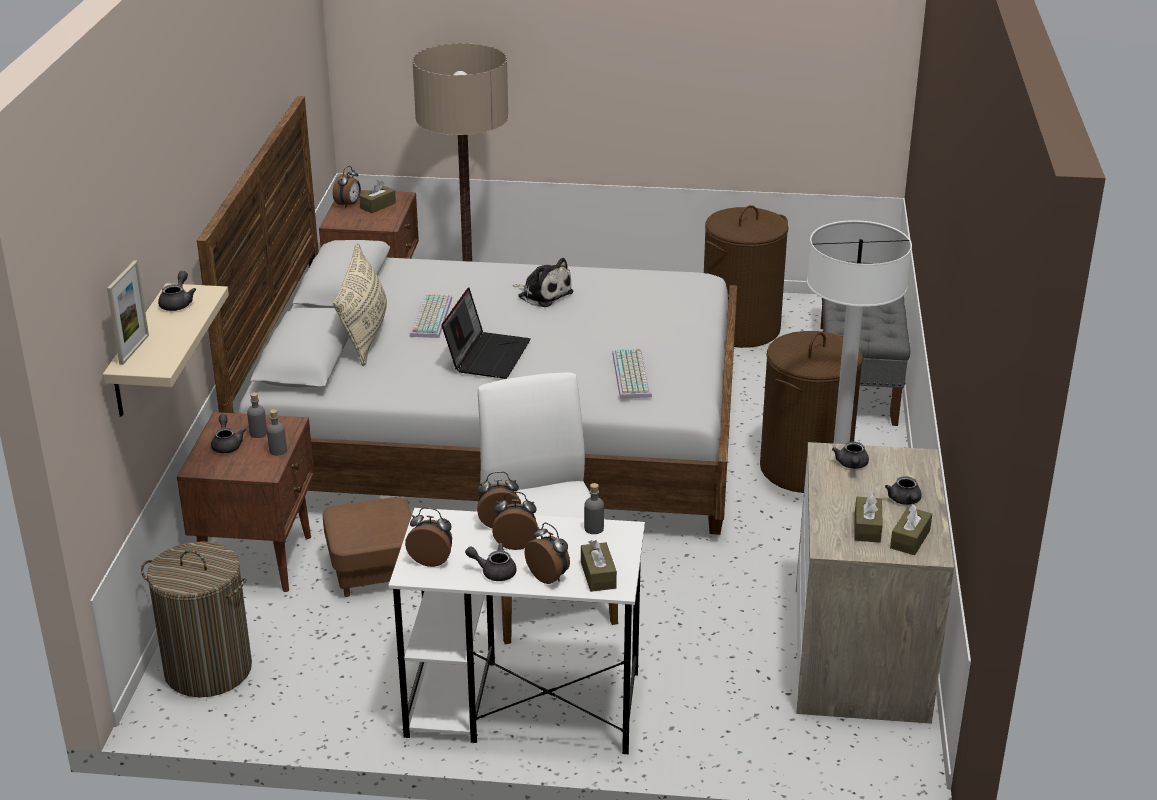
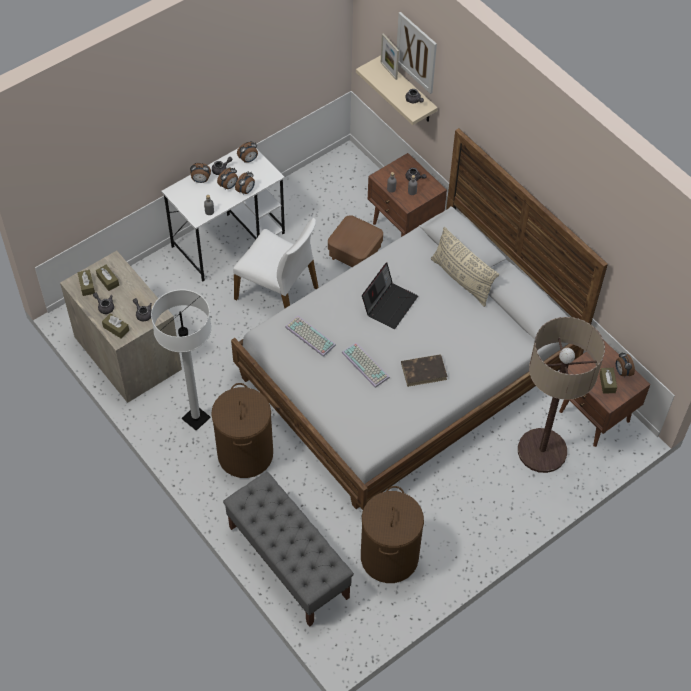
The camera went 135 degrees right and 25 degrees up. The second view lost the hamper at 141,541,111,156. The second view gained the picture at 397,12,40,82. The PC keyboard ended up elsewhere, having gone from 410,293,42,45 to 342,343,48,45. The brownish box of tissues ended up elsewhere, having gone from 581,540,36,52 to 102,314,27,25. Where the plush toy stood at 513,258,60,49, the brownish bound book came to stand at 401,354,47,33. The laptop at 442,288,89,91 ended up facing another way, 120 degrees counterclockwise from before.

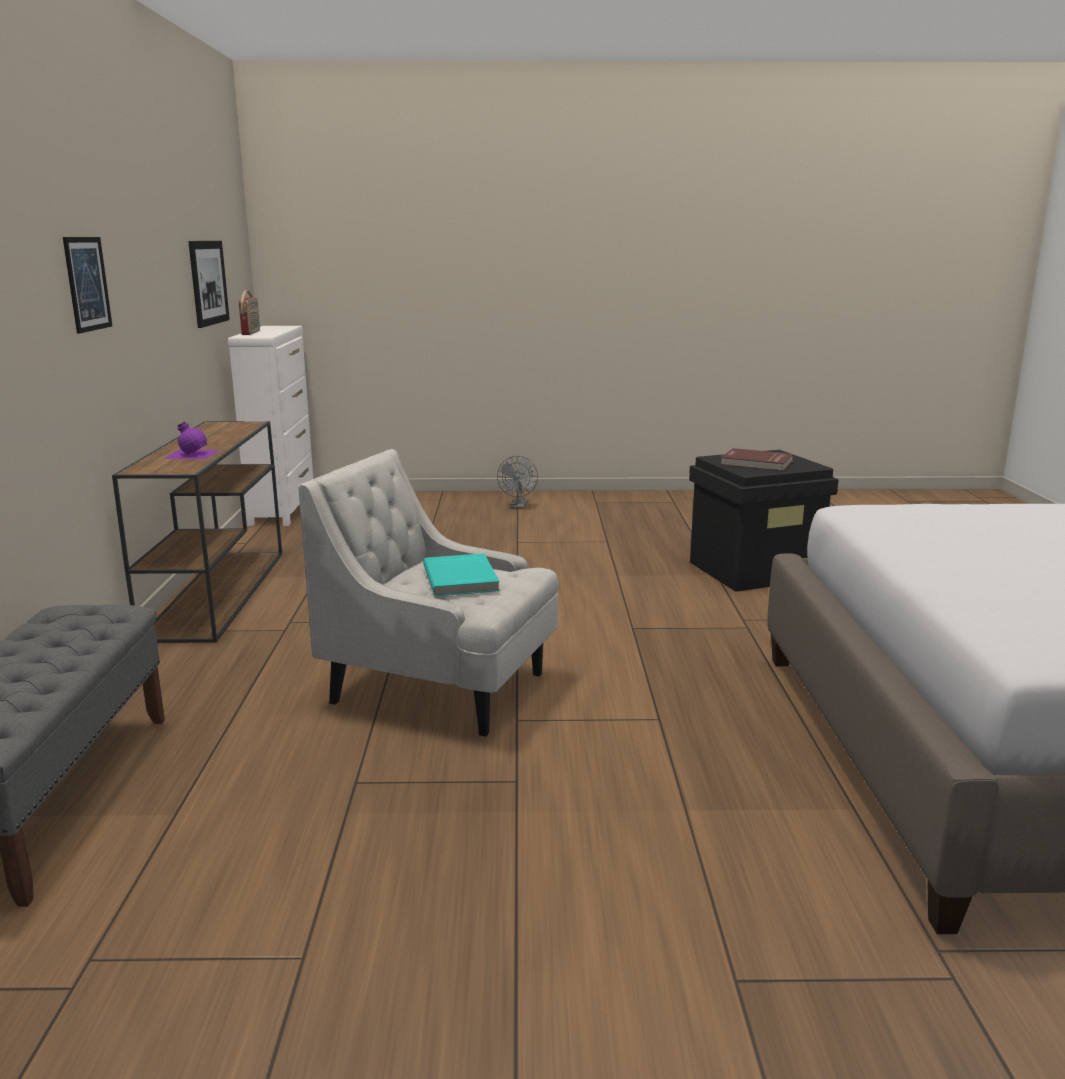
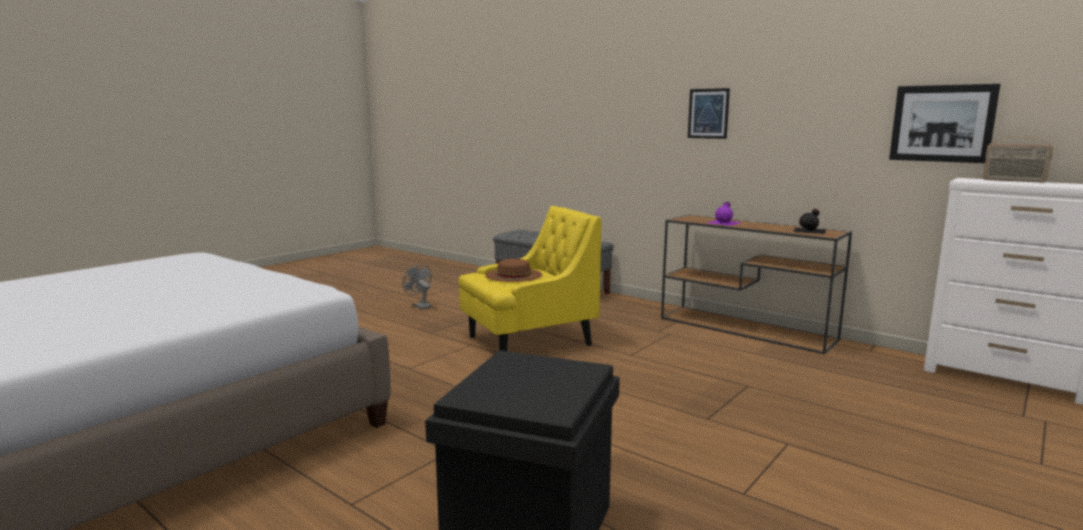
The camera went 130 degrees right and 5 degrees down. The second view lost the red-coloured bound book at 721,448,73,23. The second view gained the blackish beverage bottle at 794,209,32,25. The grey fan ended up elsewhere, having gone from 497,456,41,53 to 402,264,30,46. Where the blue-green bound book stood at 423,553,77,43, the brownish wearable hat came to stand at 485,259,57,23. What was the white easy chair at 298,449,261,288 turned into the yellowish easy chair at 459,206,143,145.

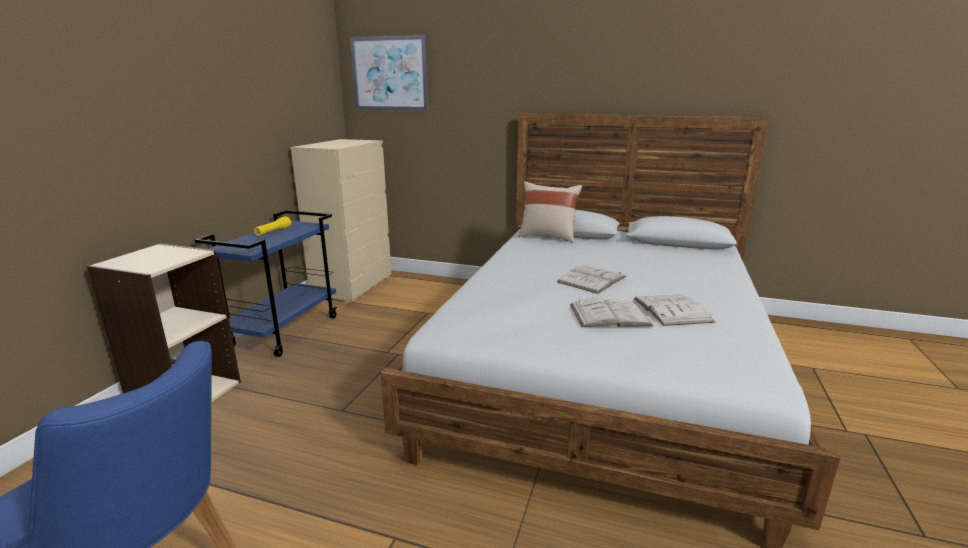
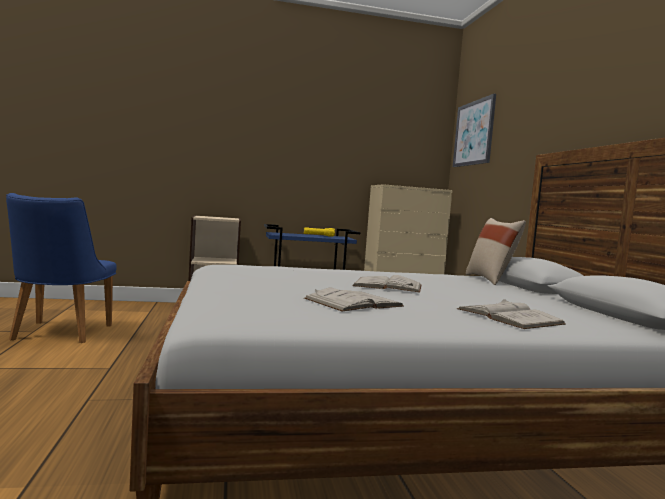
The camera went 60 degrees right and 15 degrees down. The white bound book ended up elsewhere, having gone from 570,297,83,30 to 457,299,109,30.

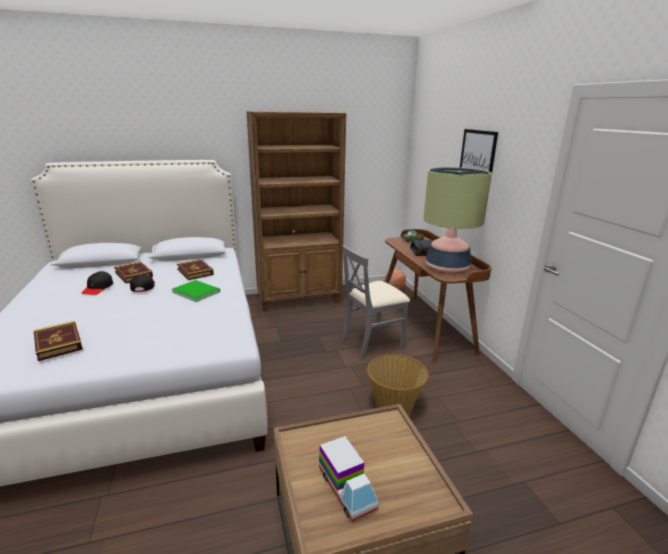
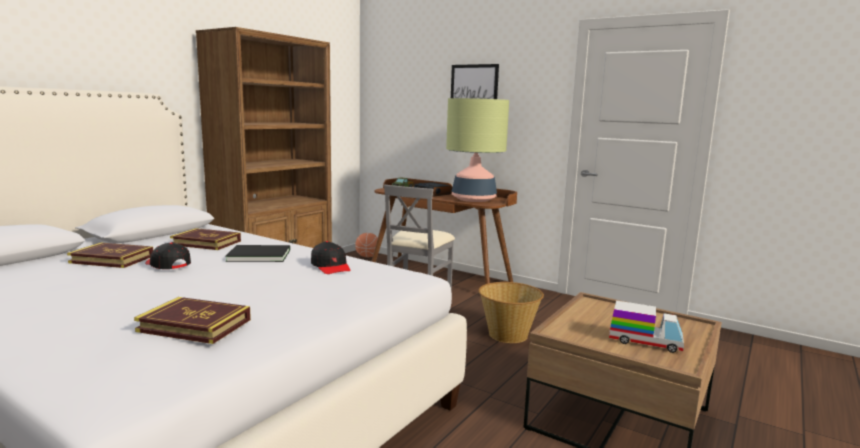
The camera went 40 degrees left and 10 degrees down. The blackish cap ended up elsewhere, having gone from 81,271,32,24 to 311,241,40,33. What was the greenish bound book at 172,280,48,22 turned into the blackish bound book at 225,245,65,17.

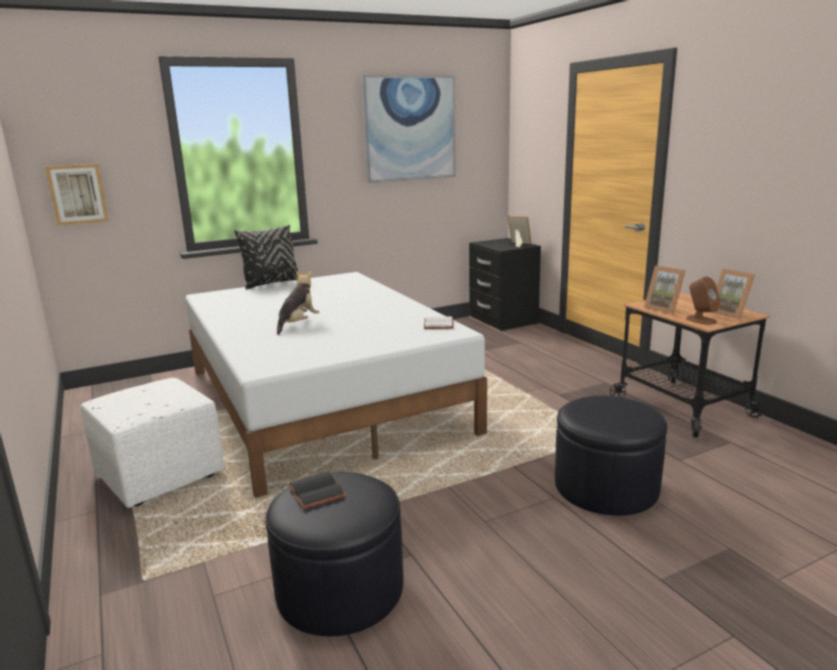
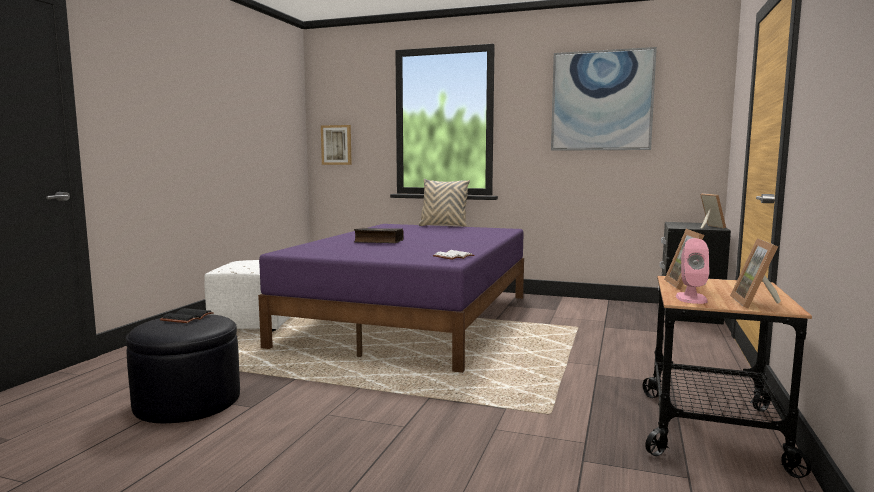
The camera went 45 degrees right and 10 degrees down. The second view lost the blackish ottoman at 555,395,112,121. Where the plush toy stood at 277,271,42,64, the bound book came to stand at 354,228,50,15. What was the white bed at 185,272,302,226 turned into the purple-coloured bed at 258,224,266,149. What was the blackish cushion at 234,225,64,64 turned into the beige cushion at 419,179,51,48. What was the brownish speaker at 686,277,34,48 turned into the pink speaker at 676,238,34,66.

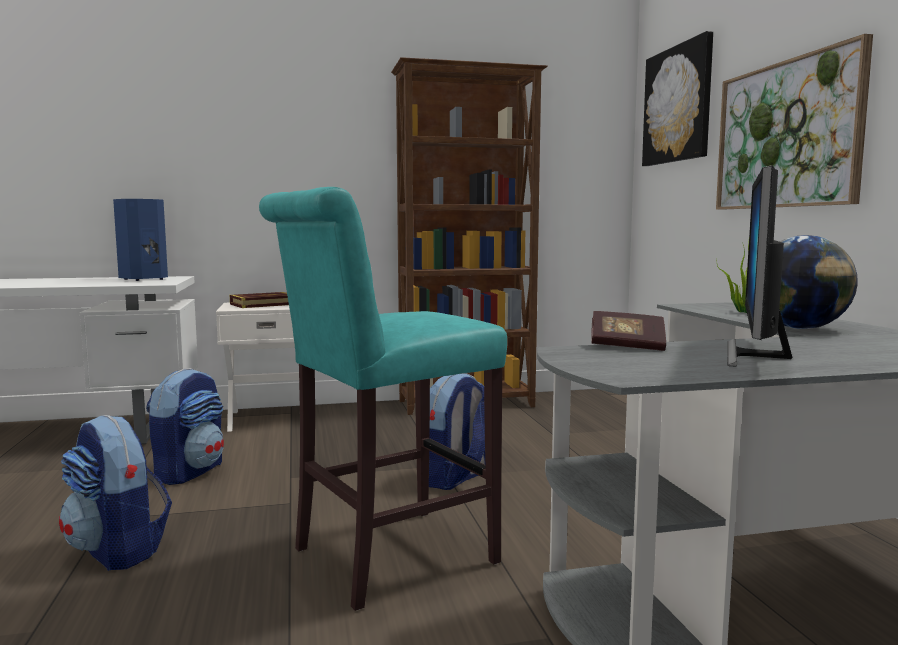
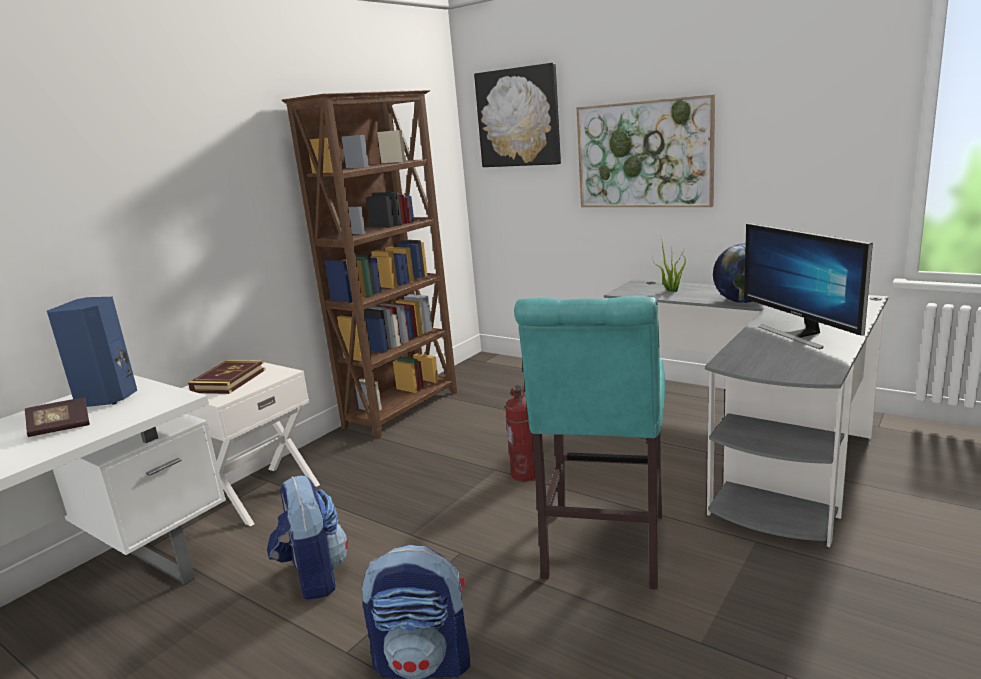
The camera went 40 degrees left and 10 degrees up. The bound book ended up elsewhere, having gone from 591,311,75,40 to 25,398,65,39. Where the knapsack stood at 429,373,56,117, the fire extinguisher came to stand at 505,385,30,97.

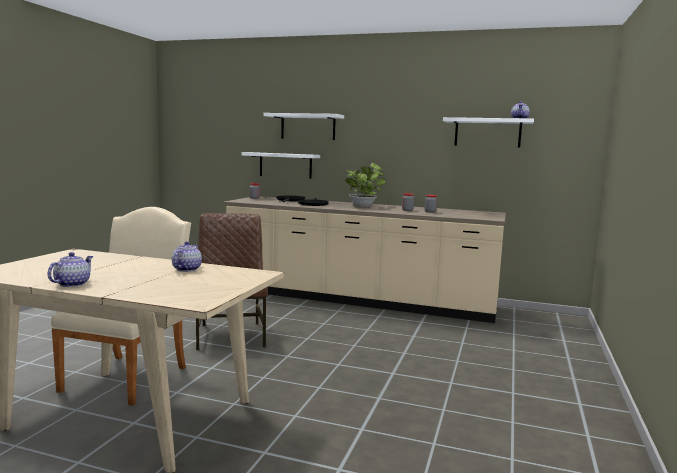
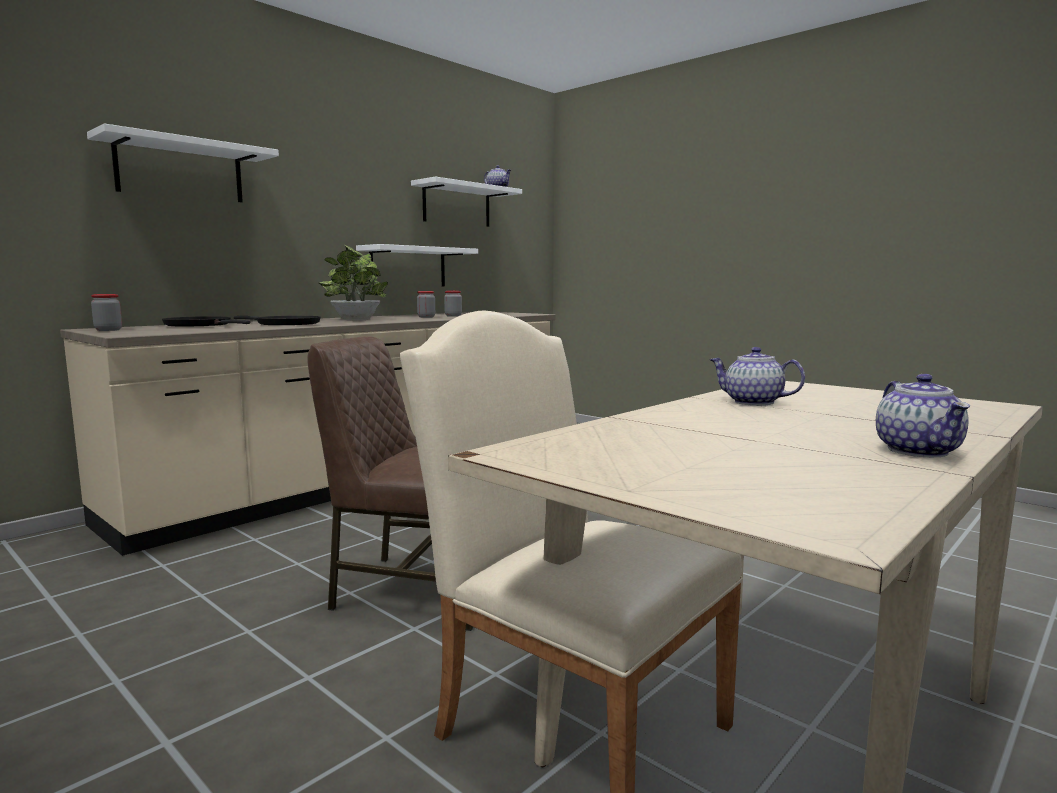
The camera went 65 degrees left and 0 degrees up. The white wall shelf ended up elsewhere, having gone from 242,152,78,27 to 356,244,122,43. The tea pot at 48,252,46,35 ended up facing another way, 135 degrees counterclockwise from before.

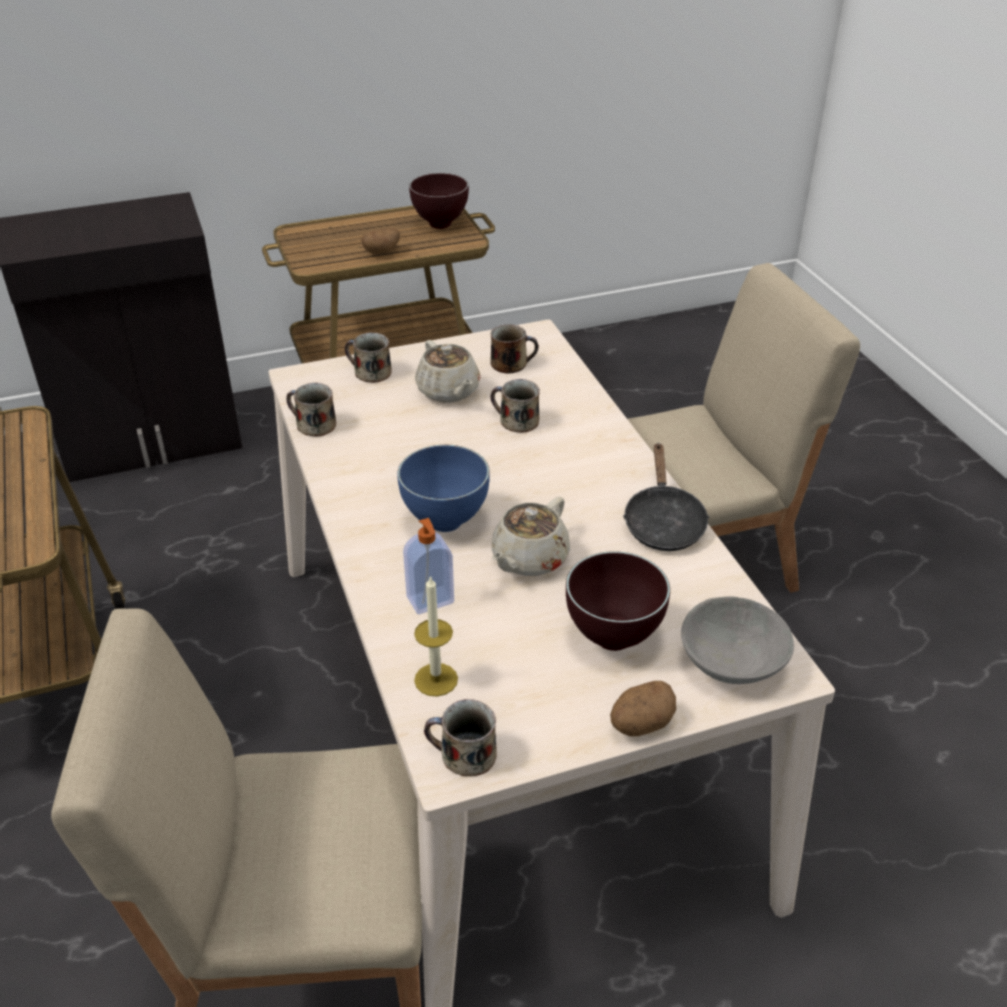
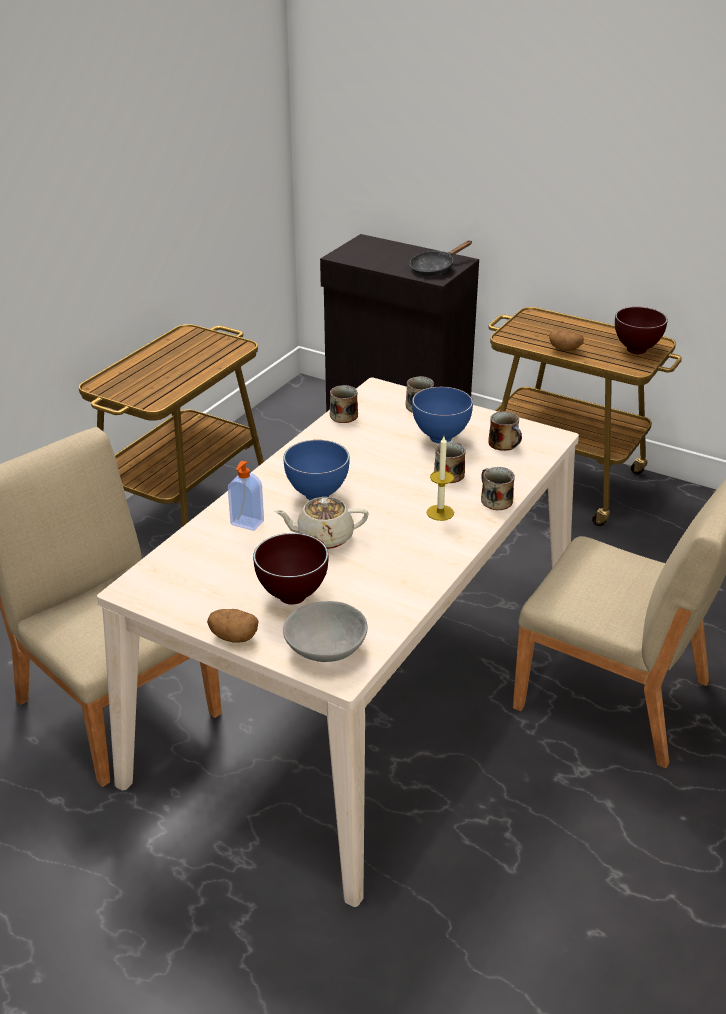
The camera went 50 degrees right and 5 degrees down. The wax light ended up elsewhere, having gone from 414,575,44,121 to 427,436,27,85. The coffee mug ended up elsewhere, having gone from 424,699,73,77 to 481,467,34,43. The blackish pan ended up elsewhere, having gone from 623,443,86,108 to 410,241,62,35. Where the beige tea pot stood at 415,340,65,63, the blue-coloured deep dish came to stand at 412,387,61,57.

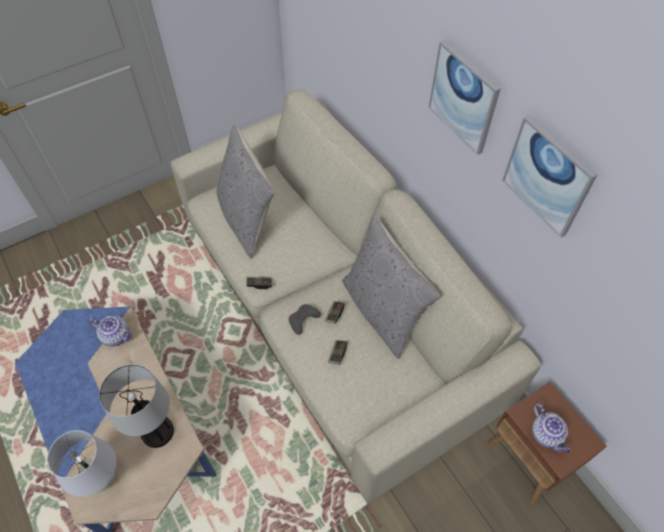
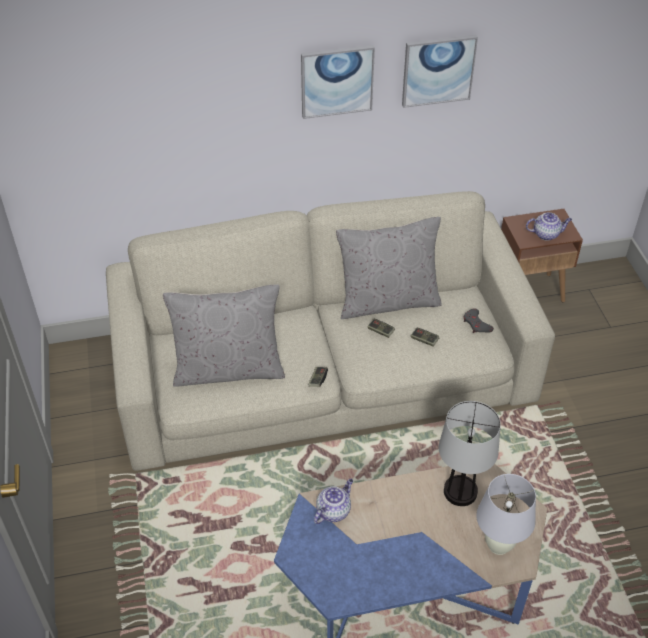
The camera went 70 degrees left and 10 degrees down. The grey joypad ended up elsewhere, having gone from 289,304,32,31 to 464,308,30,25.

